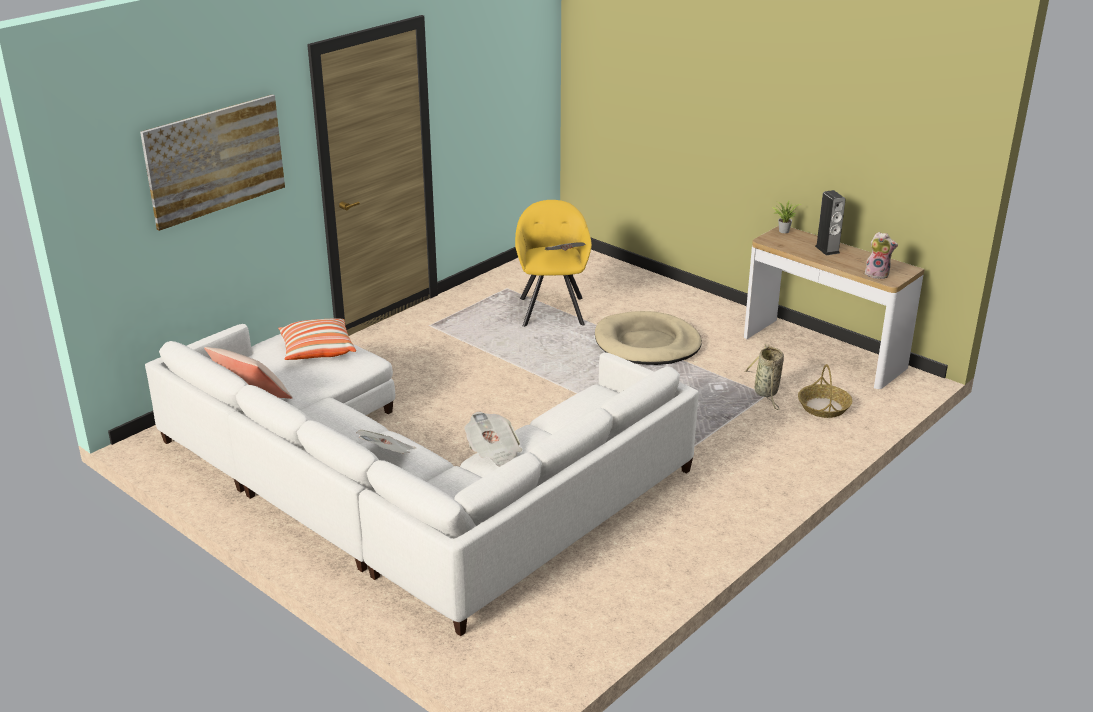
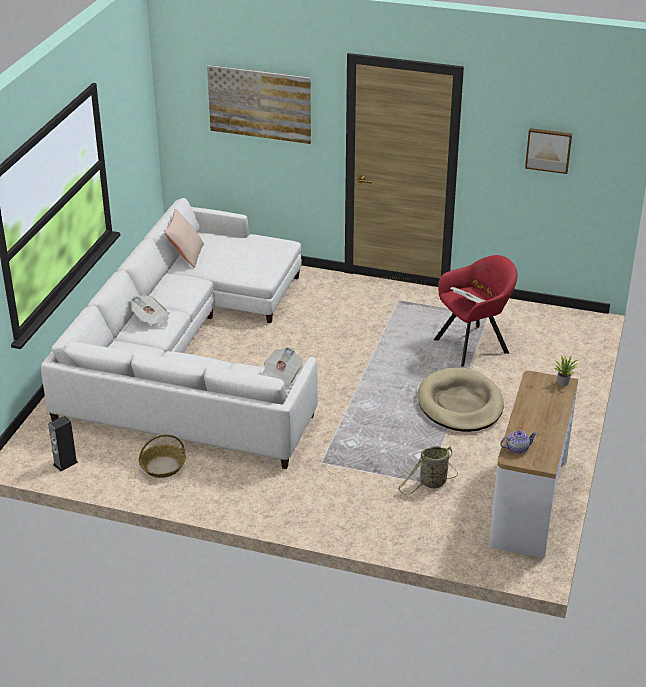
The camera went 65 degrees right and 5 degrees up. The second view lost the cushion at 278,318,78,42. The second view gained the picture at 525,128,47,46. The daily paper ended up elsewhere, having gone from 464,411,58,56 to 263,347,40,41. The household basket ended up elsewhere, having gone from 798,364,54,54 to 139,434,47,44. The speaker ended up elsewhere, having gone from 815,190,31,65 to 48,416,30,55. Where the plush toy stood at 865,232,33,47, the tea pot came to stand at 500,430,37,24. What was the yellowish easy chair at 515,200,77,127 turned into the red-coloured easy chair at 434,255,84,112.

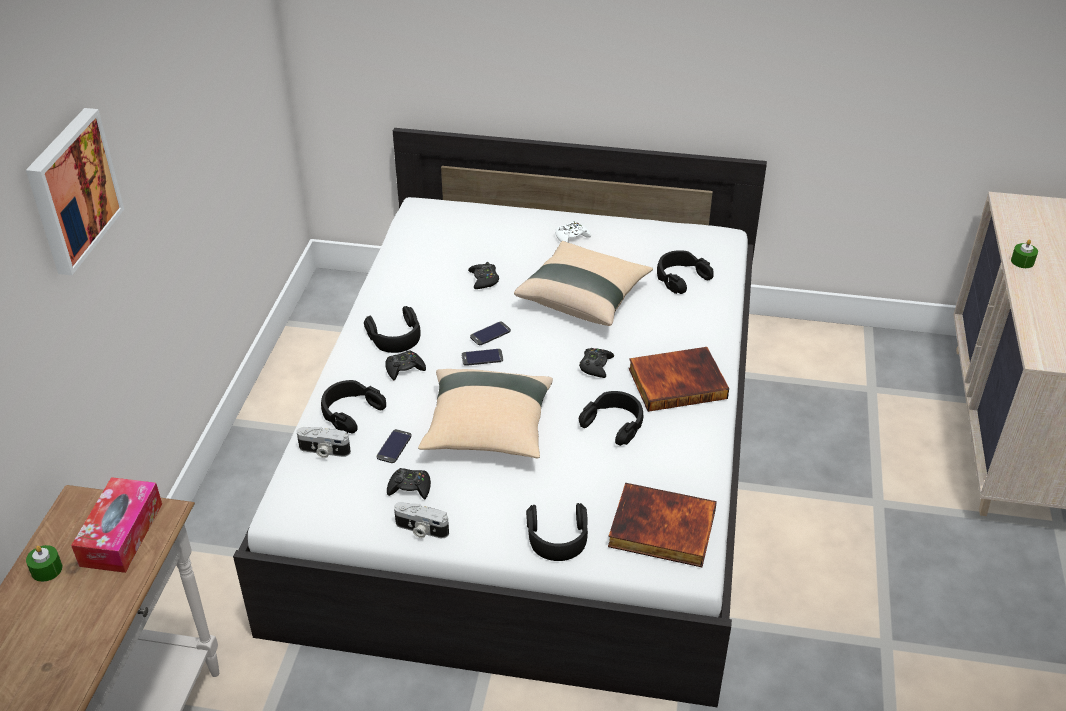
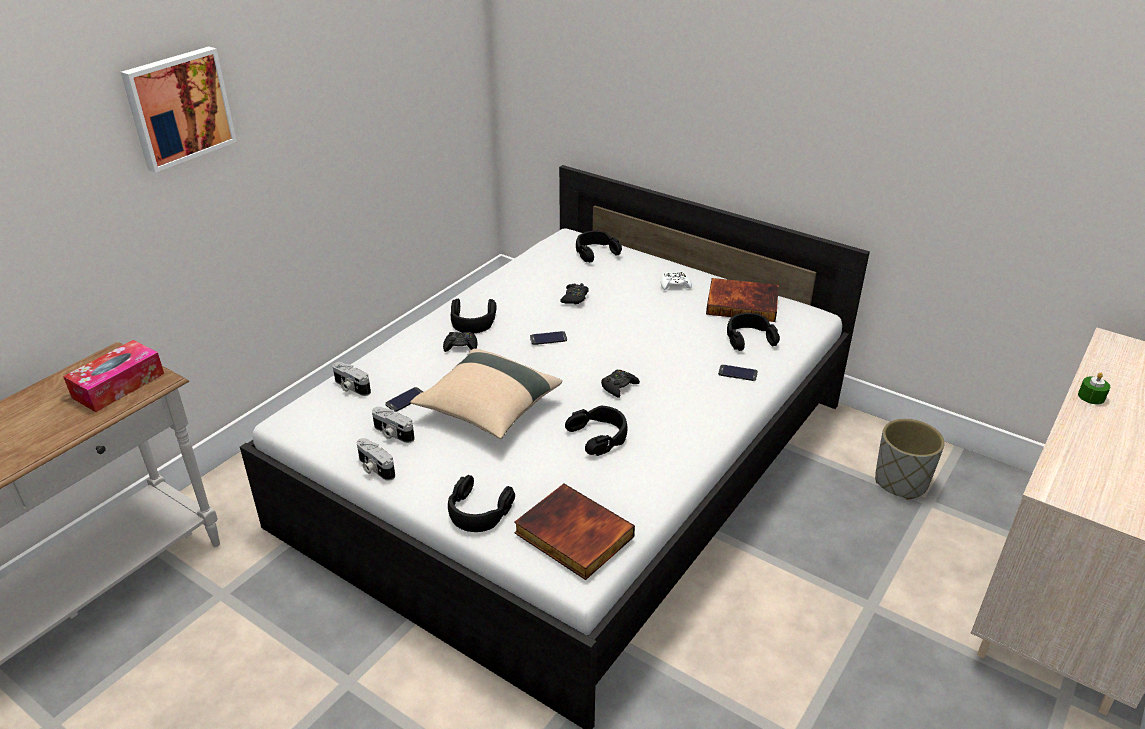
The camera went 25 degrees right and 5 degrees down. The second view lost the greenish wax light at 26,545,37,37. The second view lost the beige cushion at 514,241,139,85. The second view gained the grey planter at 875,419,70,81. The blackish headphones ended up elsewhere, having gone from 321,380,65,53 to 576,231,46,32. The phone ended up elsewhere, having gone from 462,349,41,17 to 718,365,40,16. The bound book ended up elsewhere, having gone from 629,347,100,65 to 706,278,73,44. Where the blackish joypad stood at 387,468,44,31, the photo camera came to stand at 372,407,43,36.

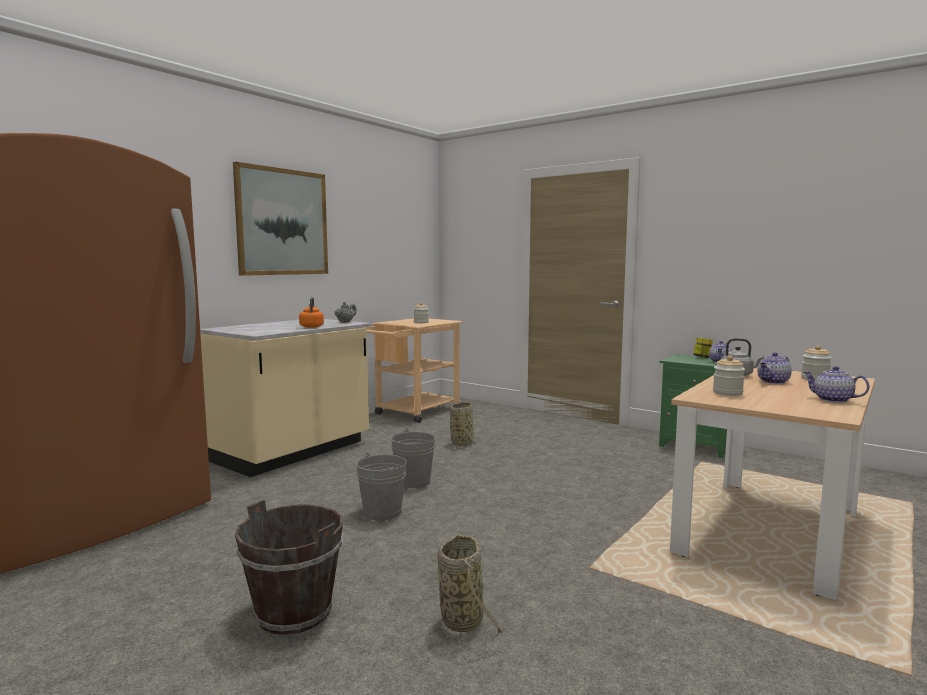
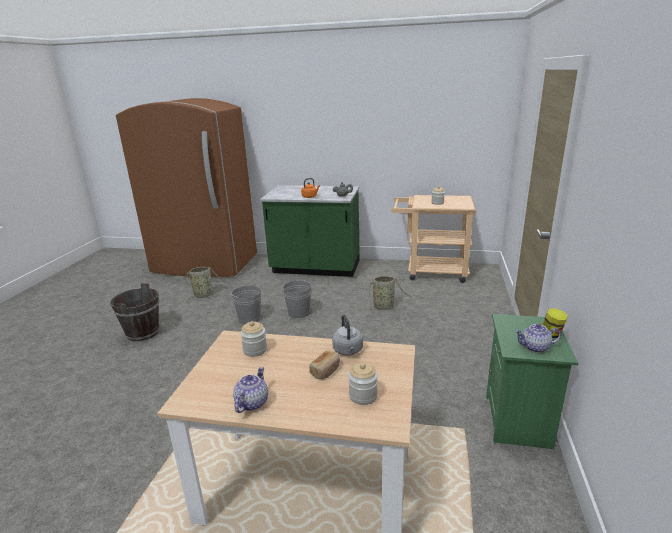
The camera went 65 degrees right and 15 degrees up. The second view lost the picture at 233,162,95,114. The household basket ended up elsewhere, having gone from 437,535,66,116 to 185,267,45,33. Where the tea pot stood at 757,352,35,32, the bakery bread came to stand at 309,351,31,28. What was the beige kitchen base unit at 200,319,171,158 turned into the greenish kitchen base unit at 260,185,99,92.

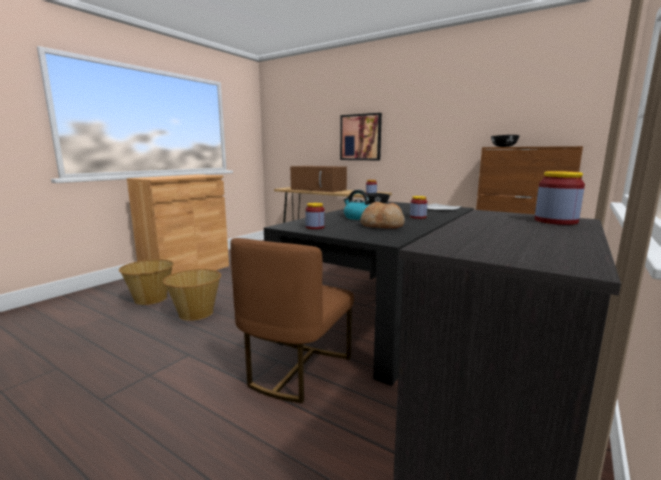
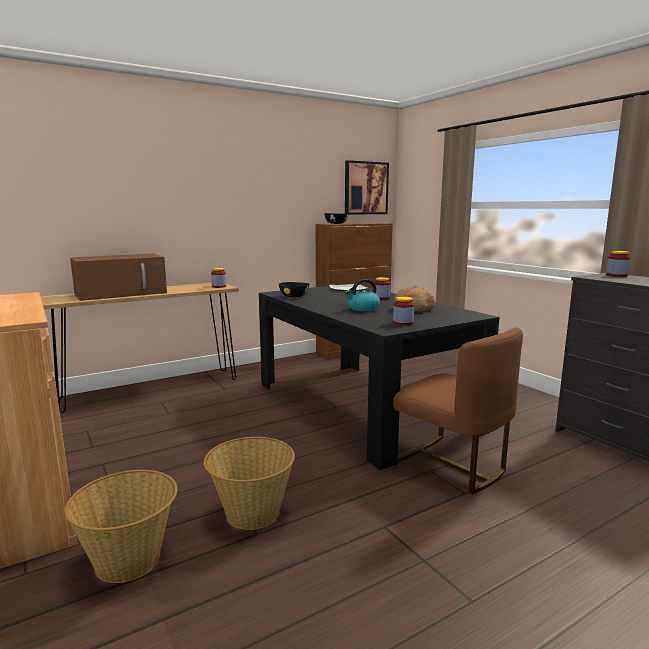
The camera went 65 degrees left and 0 degrees up. The picture ended up elsewhere, having gone from 340,113,42,47 to 345,160,44,54.

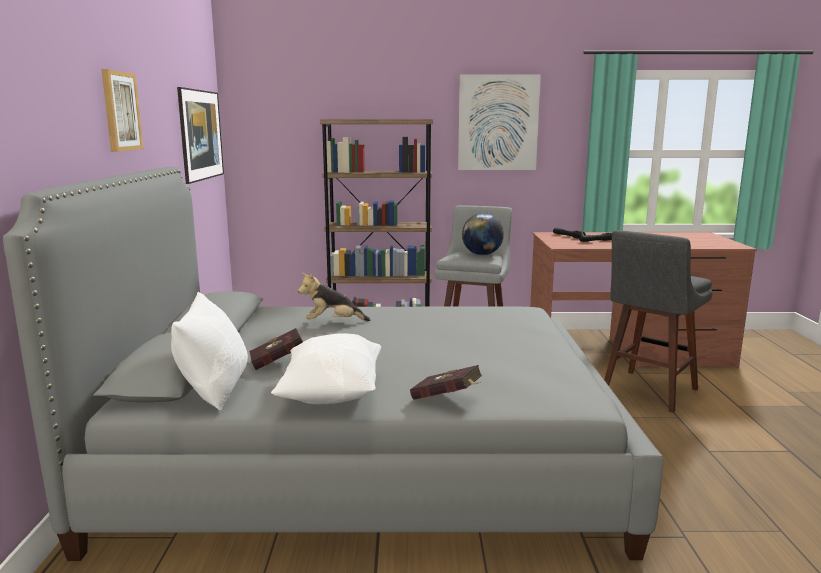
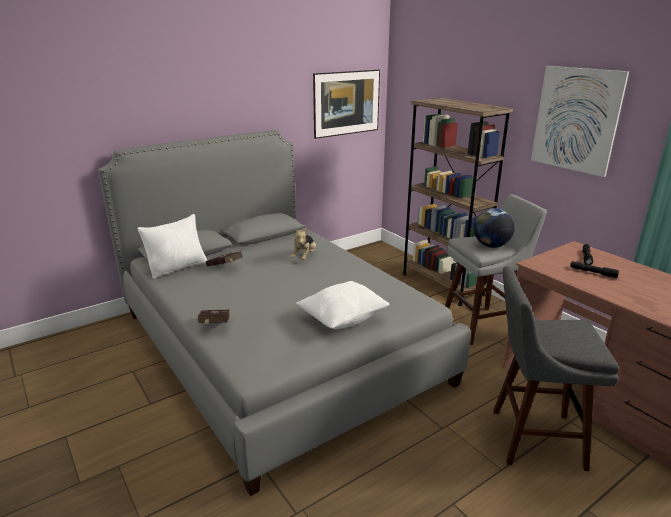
The camera went 55 degrees right and 10 degrees up. The second view lost the picture at 101,69,42,83. The white cushion ended up elsewhere, having gone from 271,333,110,71 to 296,281,93,48. The plush toy at 298,273,72,48 ended up facing another way, 120 degrees counterclockwise from before.

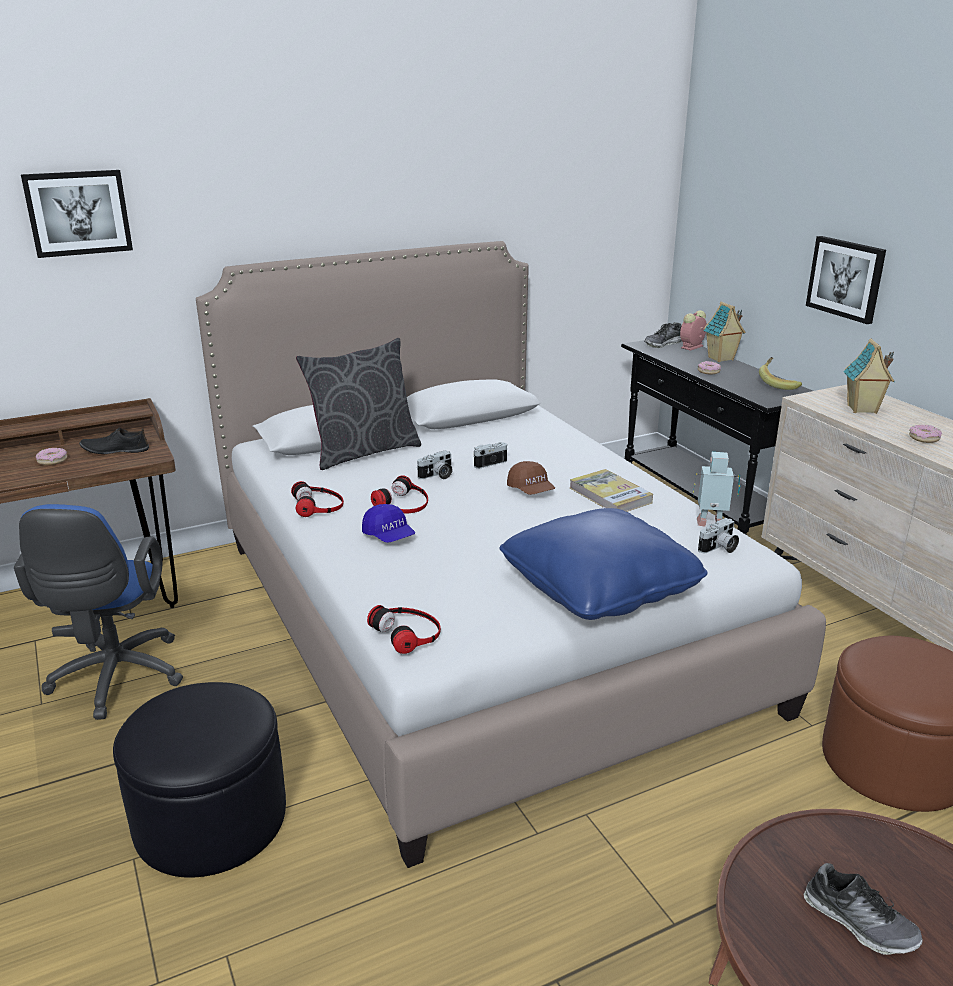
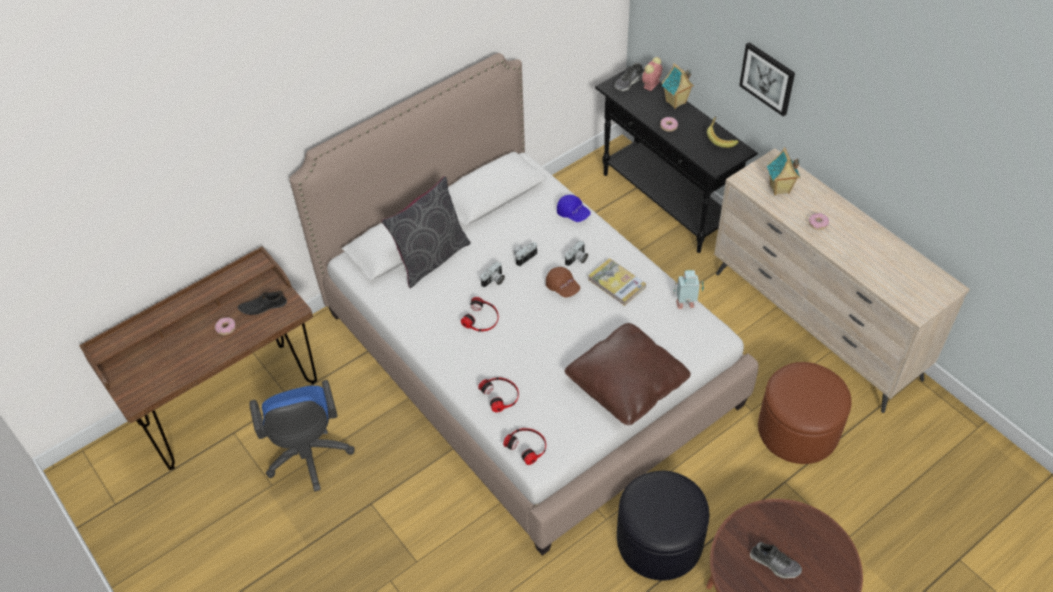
The camera went 10 degrees left and 25 degrees up. The second view lost the picture at 21,170,112,88. The blackish ottoman ended up elsewhere, having gone from 113,682,173,196 to 617,471,92,110. The headphones ended up elsewhere, having gone from 291,481,53,36 to 478,377,41,35. The blue-coloured cap ended up elsewhere, having gone from 362,504,53,39 to 557,195,34,27. The photo camera ended up elsewhere, having gone from 698,518,41,35 to 565,240,23,26. What was the blue-coloured cushion at 500,508,208,112 turned into the brownish cushion at 565,323,126,102.

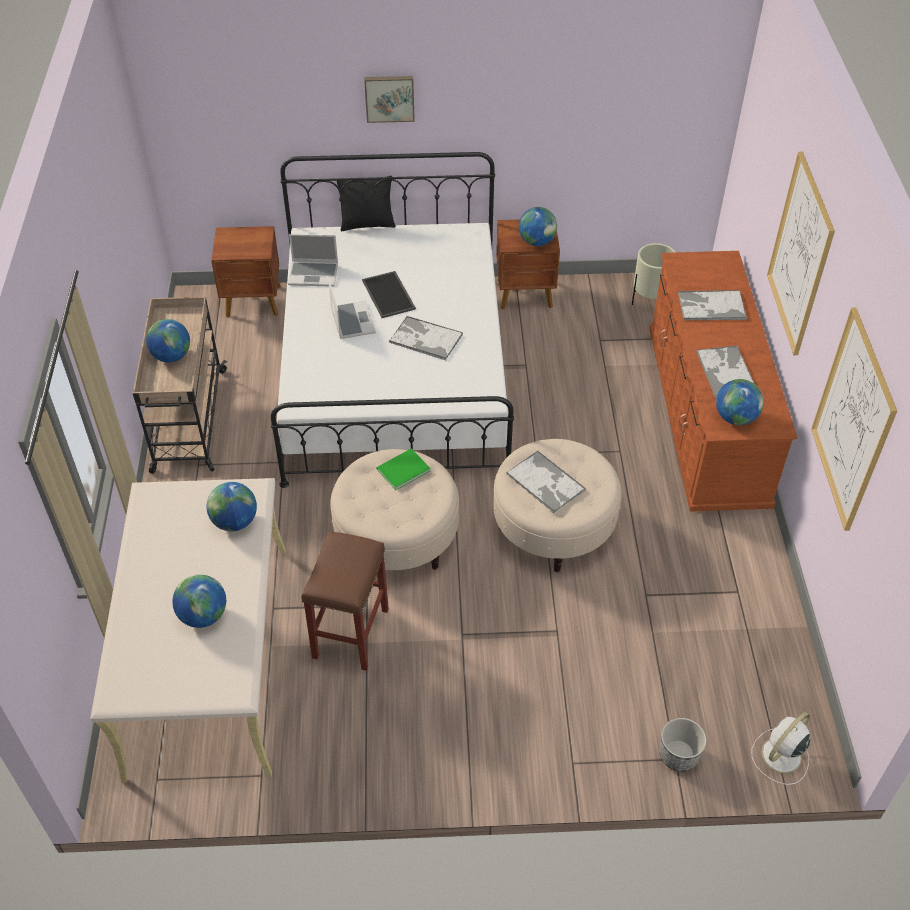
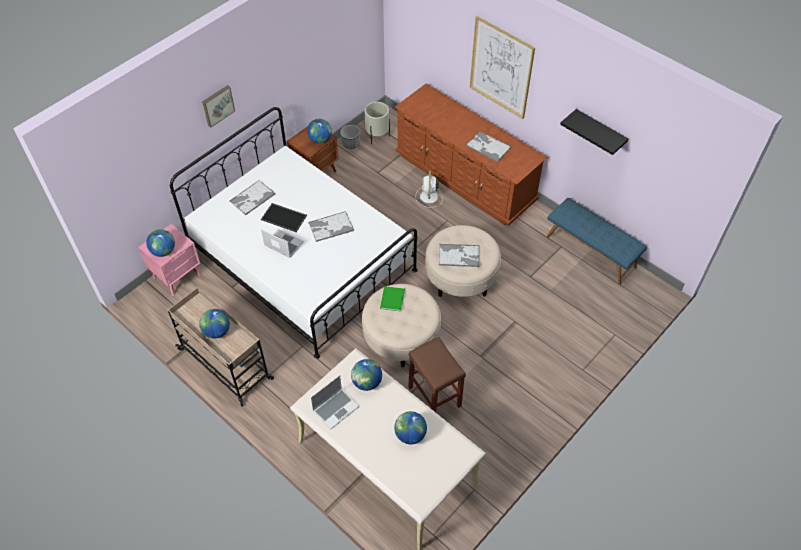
The camera went 45 degrees left and 5 degrees up. The second view lost the blackish cushion at 337,176,59,55. The second view gained the blue-coloured indoor bench at 546,198,101,87. The laptop ended up elsewhere, having gone from 288,234,50,53 to 311,375,48,54. The planter ended up elsewhere, having gone from 659,718,48,54 to 340,125,20,24. The serving tray ended up elsewhere, having gone from 678,290,69,30 to 229,180,47,35. The desk globe ended up elsewhere, having gone from 716,379,47,46 to 146,229,29,28. The white fan ended up elsewhere, having gone from 752,712,58,73 to 416,170,27,37. Where the picture hung at 811,307,86,224, the blackish wall shelf came to hang at 560,109,68,46. What was the brownish bedside table at 211,226,70,92 turned into the pink bedside table at 138,224,63,72.

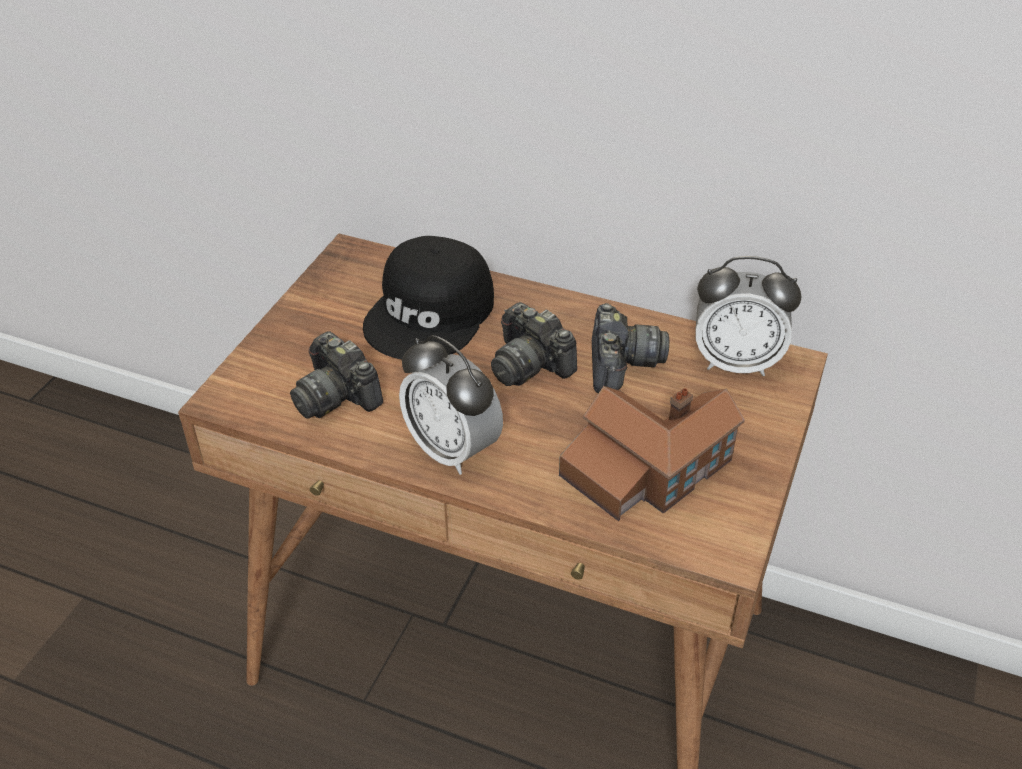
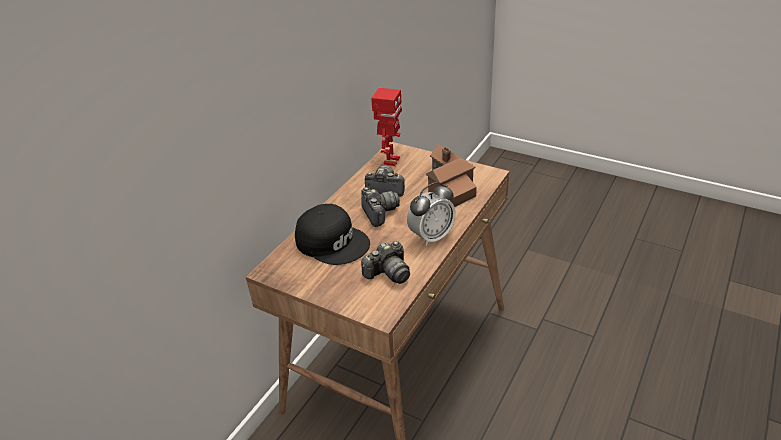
The camera went 80 degrees left and 5 degrees down. Where the alarm clock stood at 695,256,107,120, the robot figure came to stand at 371,88,31,78. The photo camera at 491,302,86,84 ended up facing another way, 75 degrees counterclockwise from before.

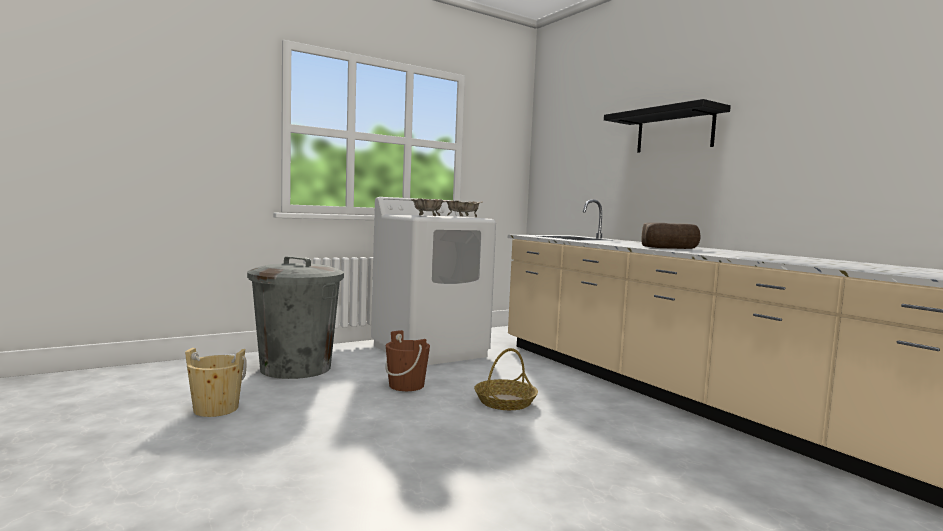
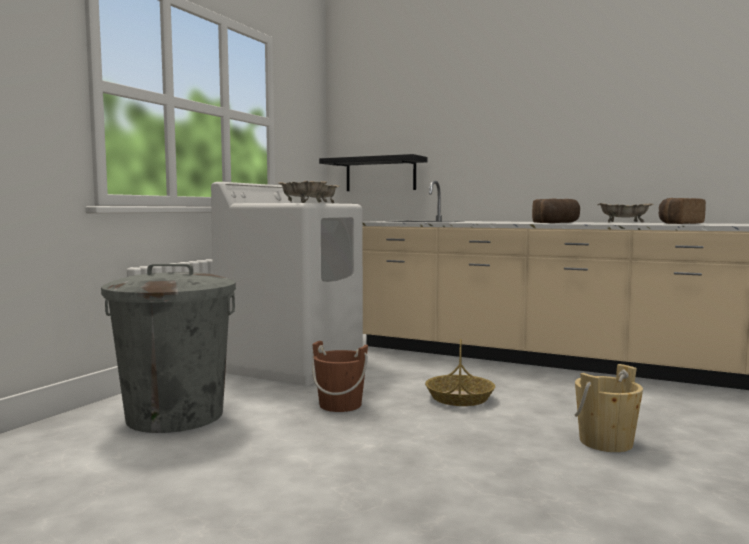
The camera went 30 degrees left and 0 degrees up. The second view gained the beige deep dish at 598,203,56,20. The second view gained the bakery bread at 659,198,47,26. The beige water bucket ended up elsewhere, having gone from 185,348,62,69 to 575,364,68,88. The blackish wall shelf ended up elsewhere, having gone from 604,99,127,54 to 319,154,109,37.

